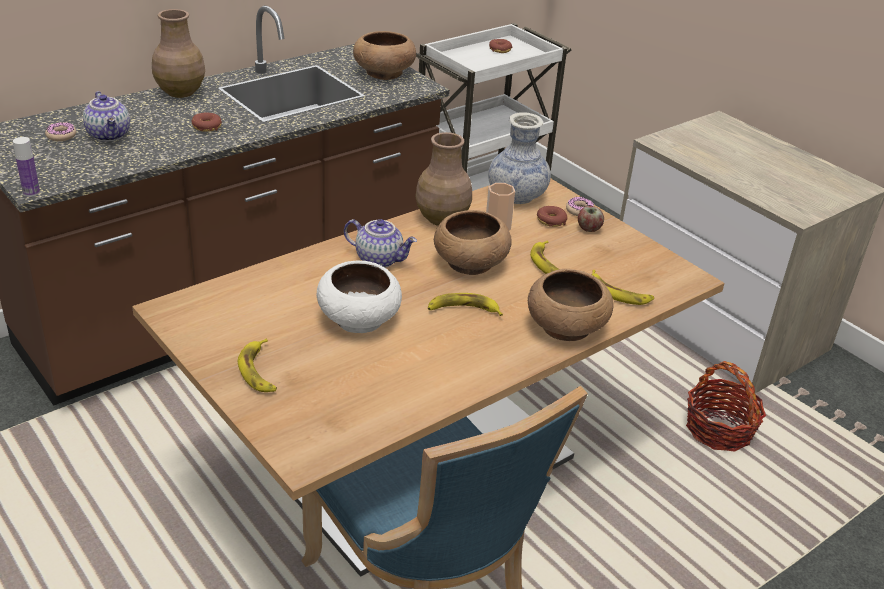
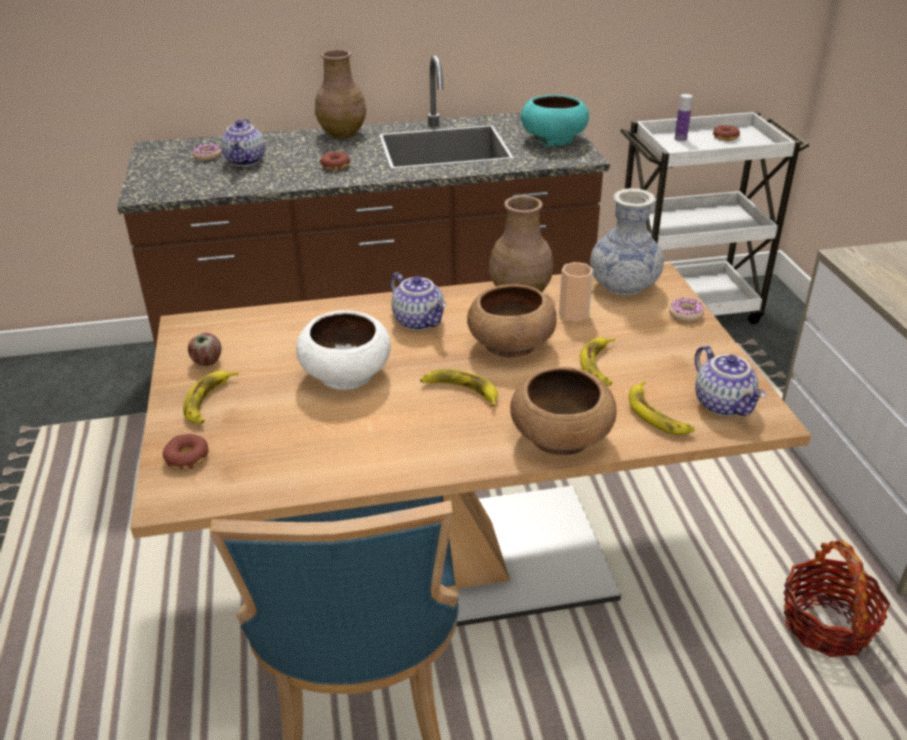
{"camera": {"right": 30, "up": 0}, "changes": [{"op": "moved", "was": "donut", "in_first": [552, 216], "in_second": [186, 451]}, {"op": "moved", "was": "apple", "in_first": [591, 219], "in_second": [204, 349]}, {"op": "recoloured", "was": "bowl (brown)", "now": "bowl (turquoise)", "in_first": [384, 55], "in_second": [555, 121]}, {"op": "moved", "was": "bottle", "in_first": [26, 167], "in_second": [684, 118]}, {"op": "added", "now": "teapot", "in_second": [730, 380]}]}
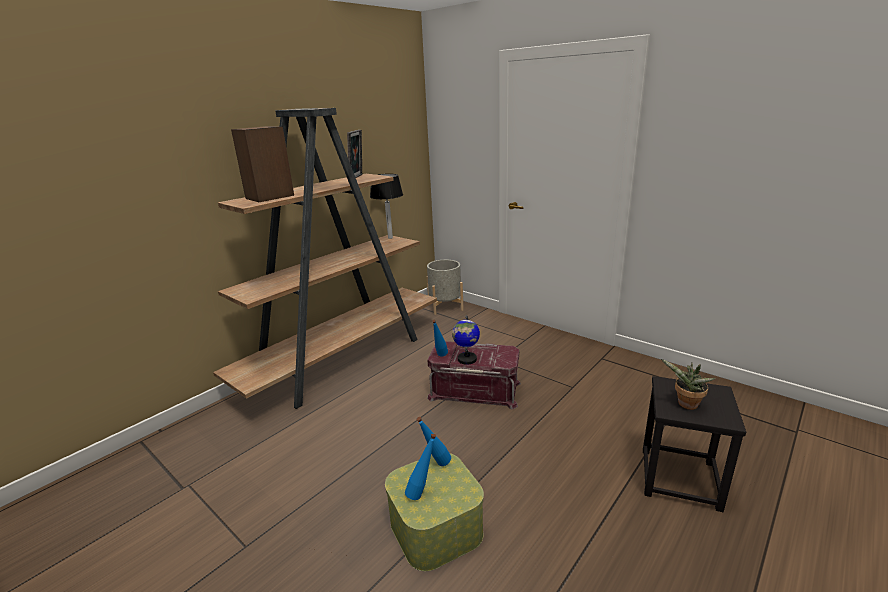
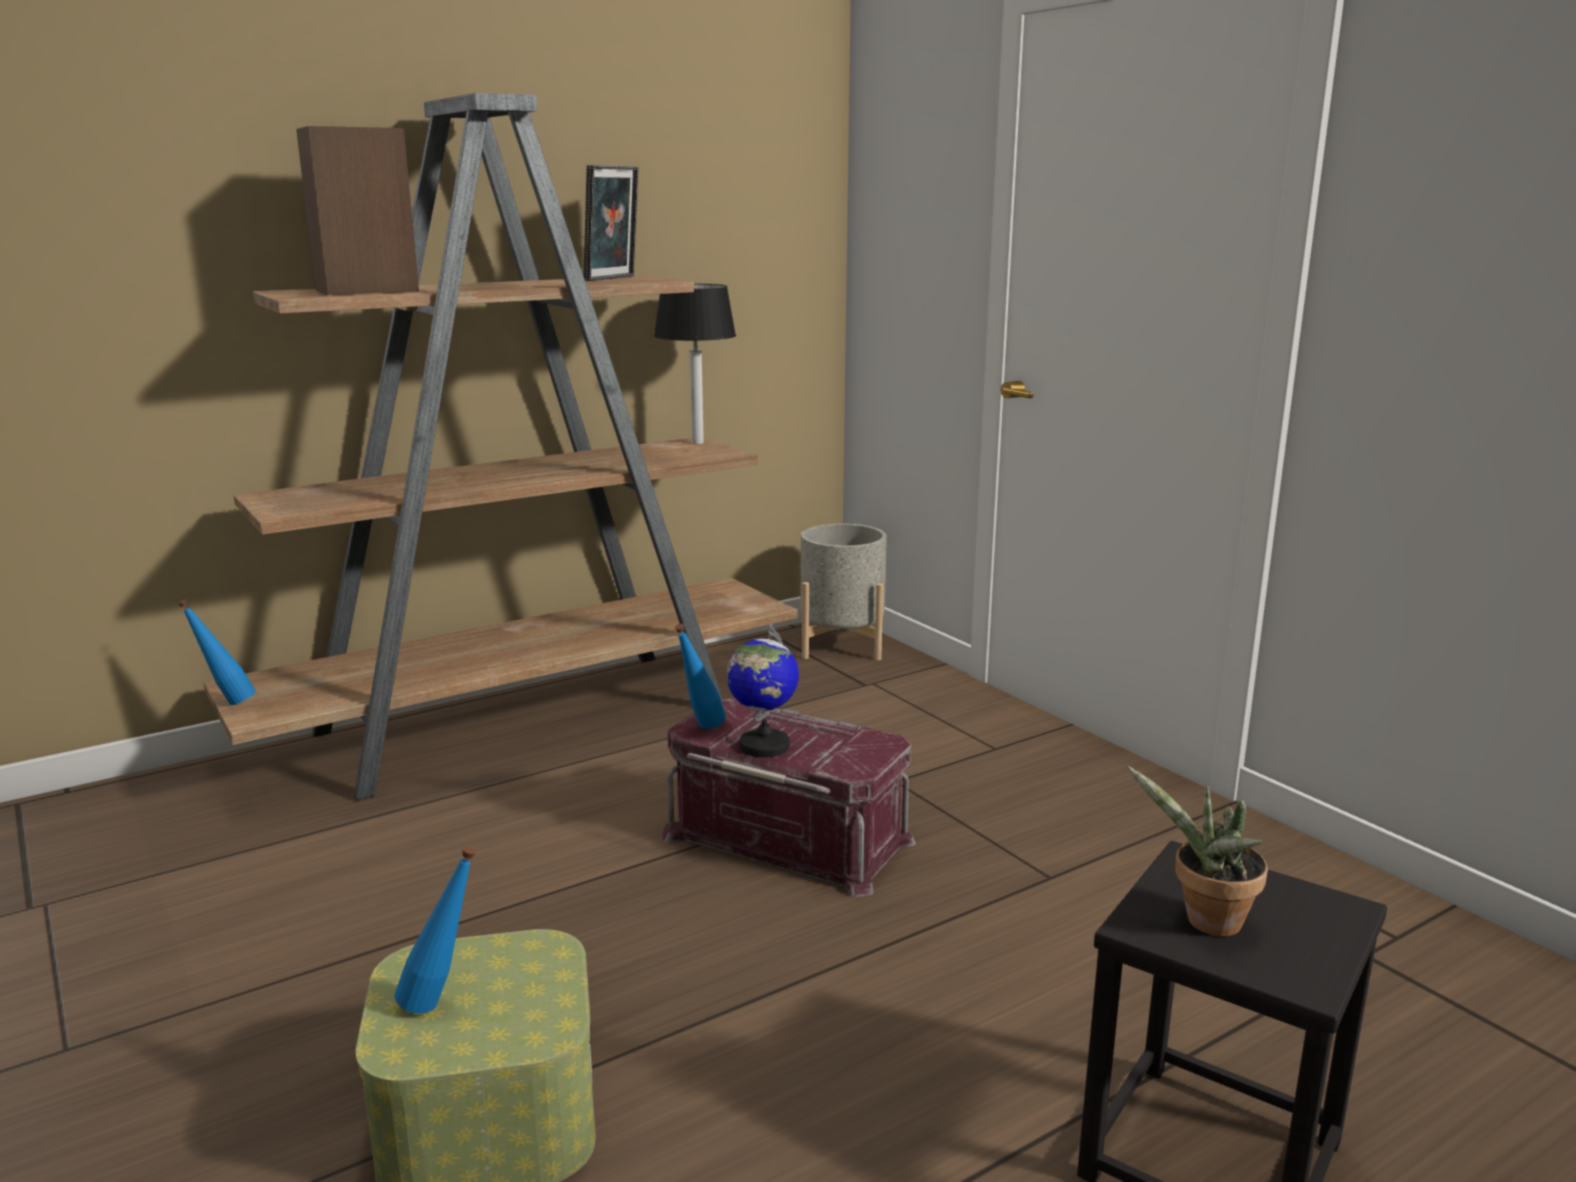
{"camera": {"right": 15, "up": -5}, "changes": [{"op": "moved", "was": "bottle (blue)", "in_first": [433, 441], "in_second": [217, 652]}]}
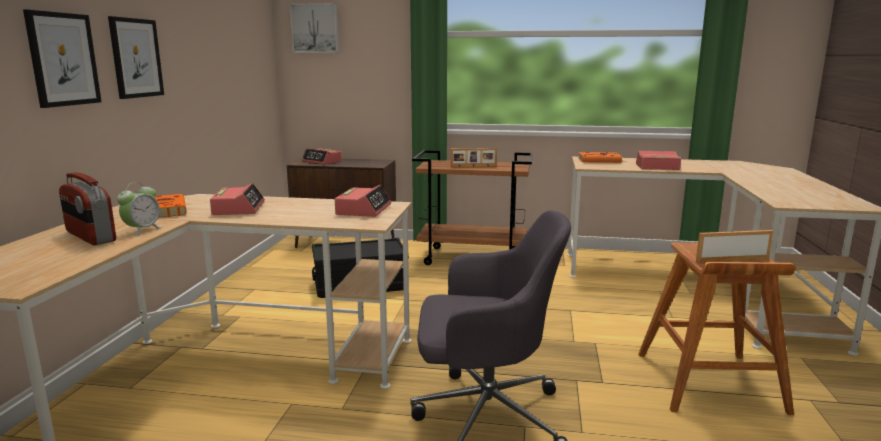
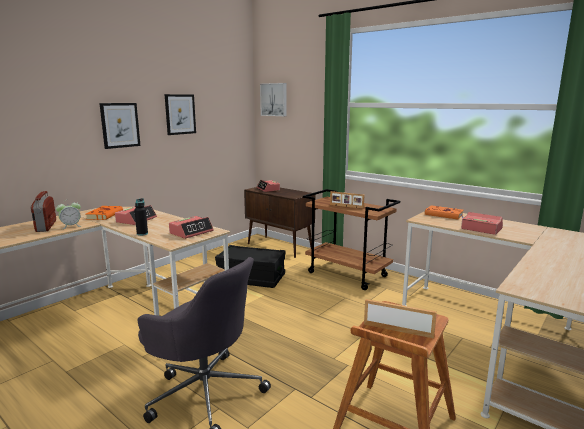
{"camera": {"right": 30, "up": 0}, "changes": [{"op": "added", "now": "bottle (black)", "in_second": [141, 217]}, {"op": "moved", "was": "picture", "in_first": [62, 59], "in_second": [180, 114]}]}
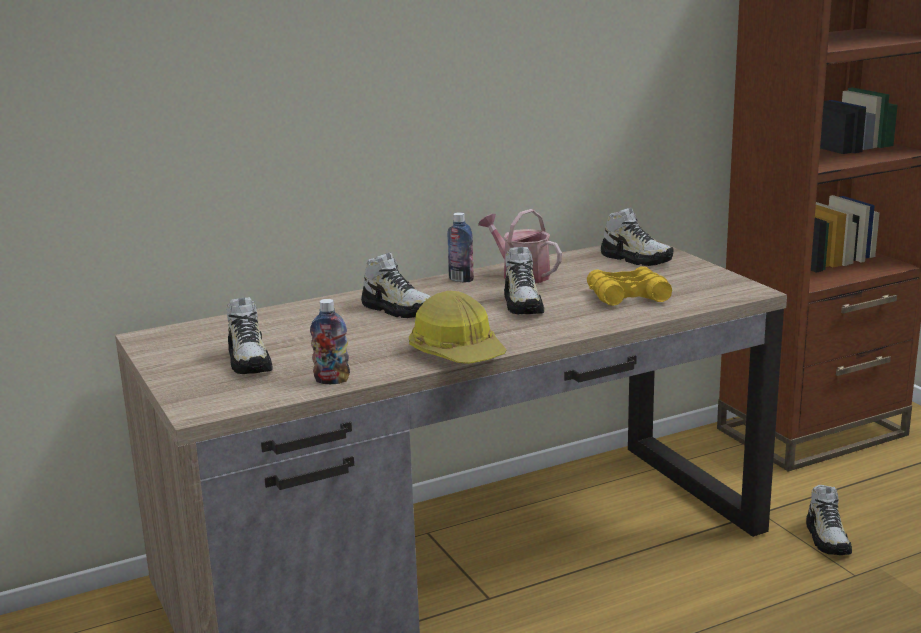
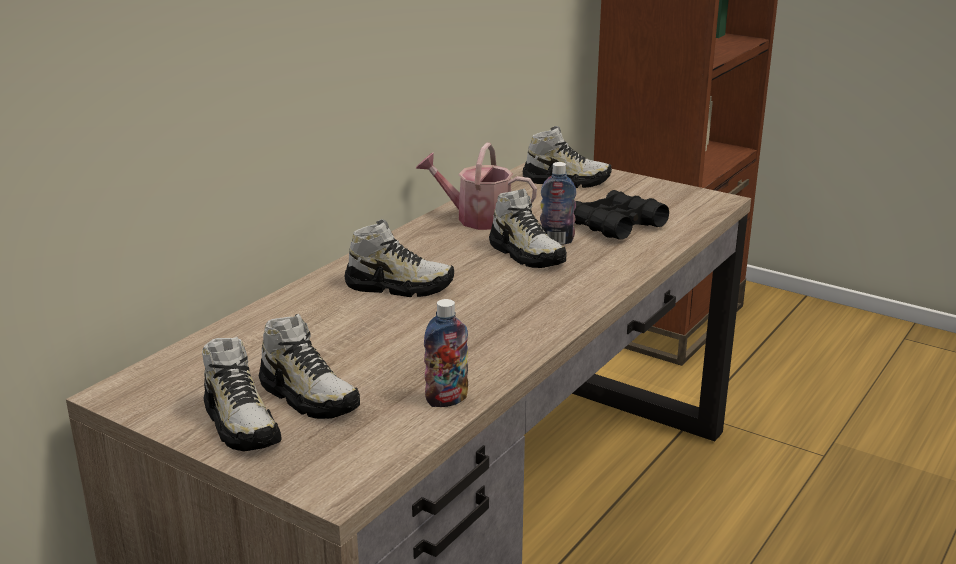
{"camera": {"right": -30, "up": 5}, "changes": [{"op": "moved", "was": "shoe", "in_first": [829, 520], "in_second": [242, 394]}, {"op": "moved", "was": "bottle", "in_first": [460, 247], "in_second": [558, 203]}, {"op": "recoloured", "was": "binoculars (yellow)", "now": "binoculars (black)", "in_first": [629, 286], "in_second": [621, 215]}, {"op": "removed", "was": "hard hat", "in_first": [457, 327]}]}
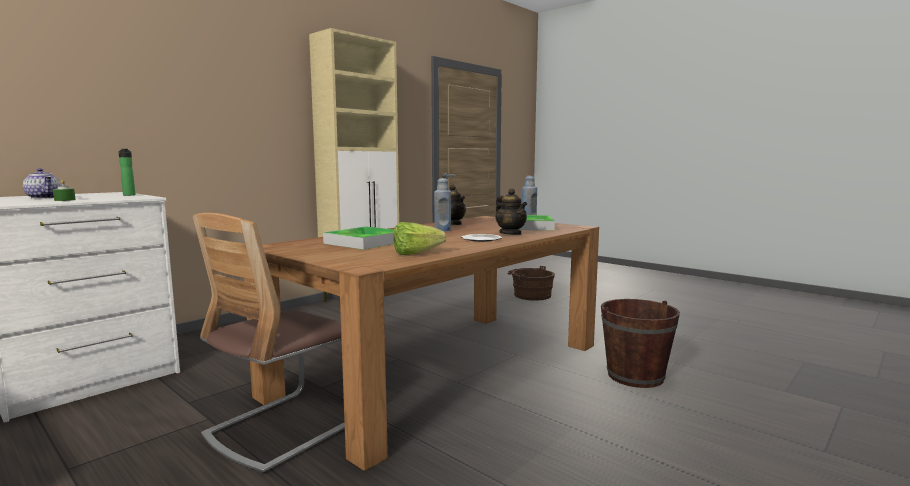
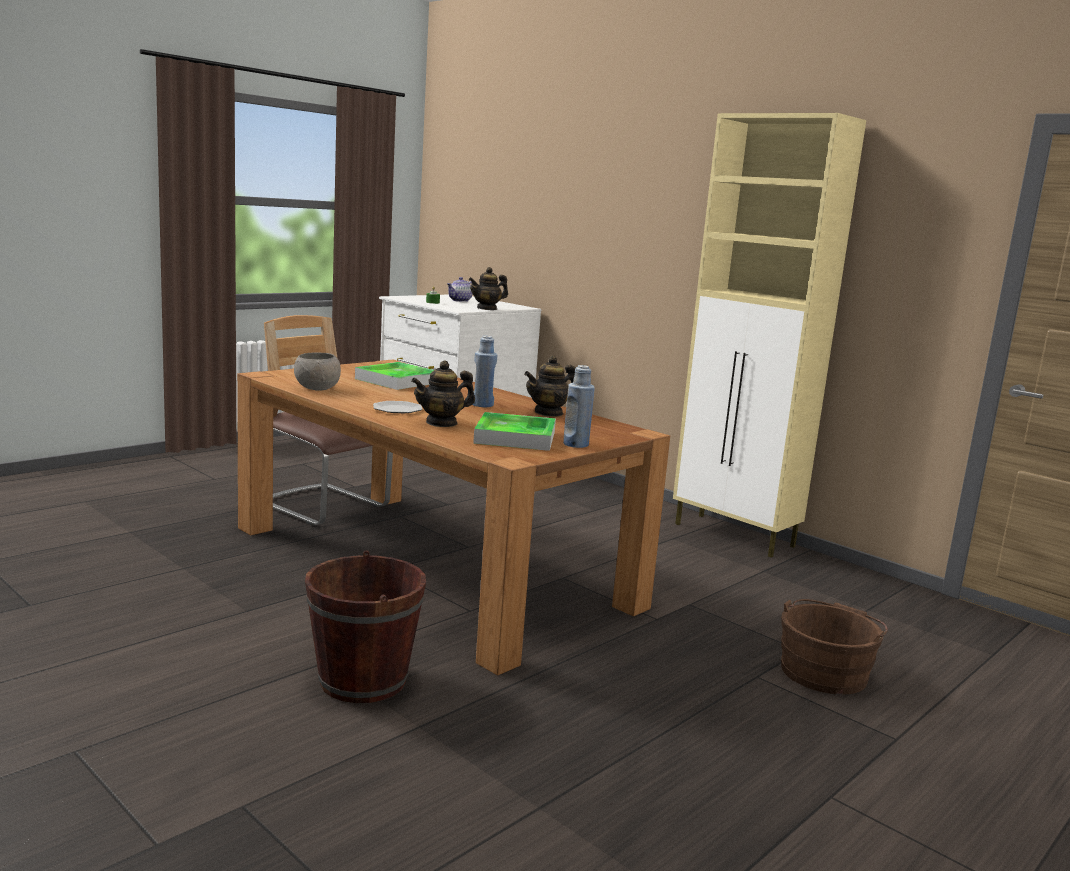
{"camera": {"right": 90, "up": 5}, "changes": [{"op": "replaced", "was": "lettuce", "now": "bowl (grey)", "in_first": [420, 238], "in_second": [317, 371]}, {"op": "replaced", "was": "bottle", "now": "teapot", "in_first": [127, 172], "in_second": [488, 288]}]}
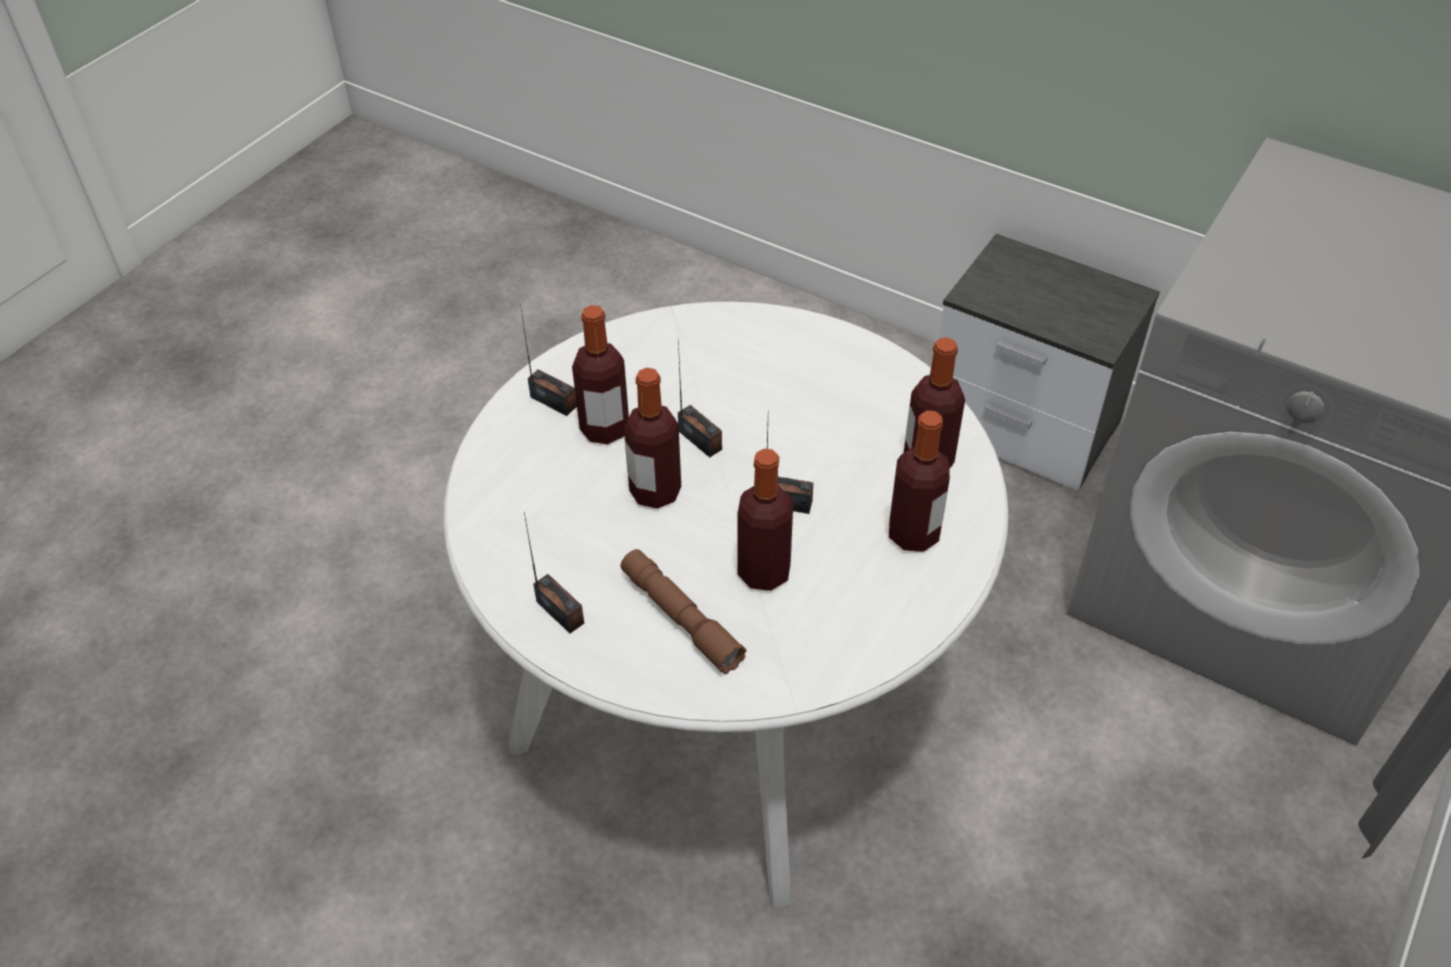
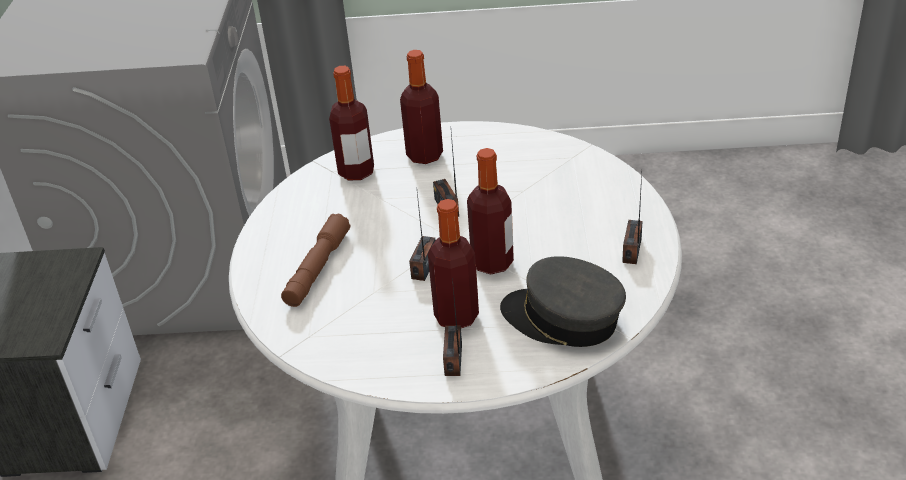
{"camera": {"right": -120, "up": -10}, "changes": [{"op": "moved", "was": "flashlight (brown)", "in_first": [683, 611], "in_second": [315, 260]}, {"op": "added", "now": "cap (grey)", "in_second": [563, 301]}, {"op": "removed", "was": "bottle", "in_first": [765, 520]}]}
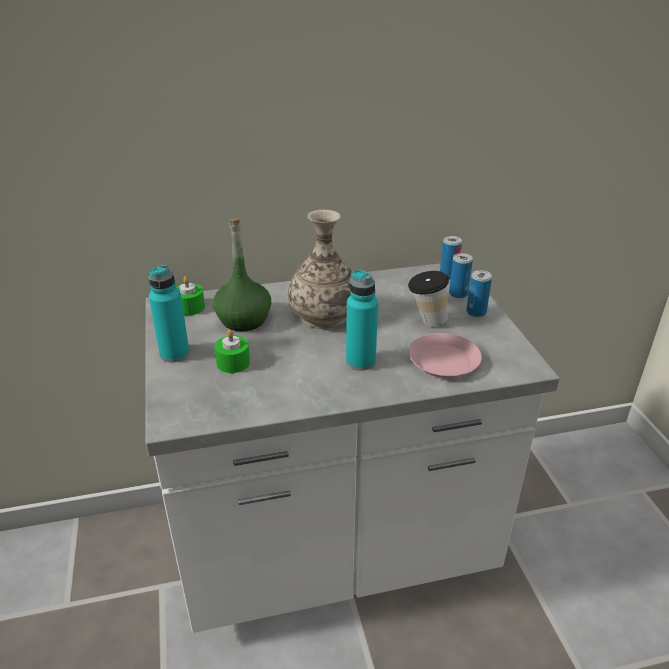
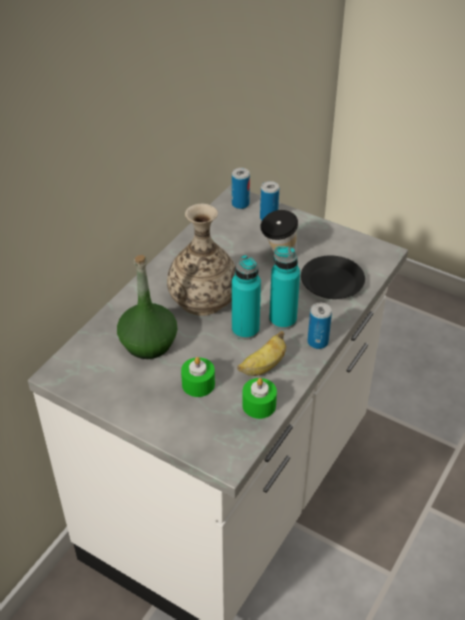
{"camera": {"right": -45, "up": 10}, "changes": [{"op": "moved", "was": "bottle (turquoise)", "in_first": [169, 313], "in_second": [246, 297]}, {"op": "added", "now": "banana", "in_second": [261, 353]}, {"op": "moved", "was": "candle (green)", "in_first": [191, 295], "in_second": [259, 398]}, {"op": "recoloured", "was": "plate (pink)", "now": "plate (black)", "in_first": [445, 355], "in_second": [333, 277]}, {"op": "moved", "was": "can", "in_first": [479, 293], "in_second": [320, 326]}]}
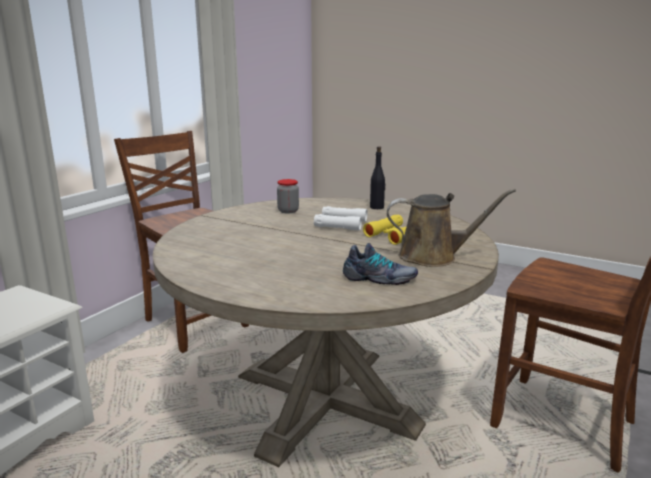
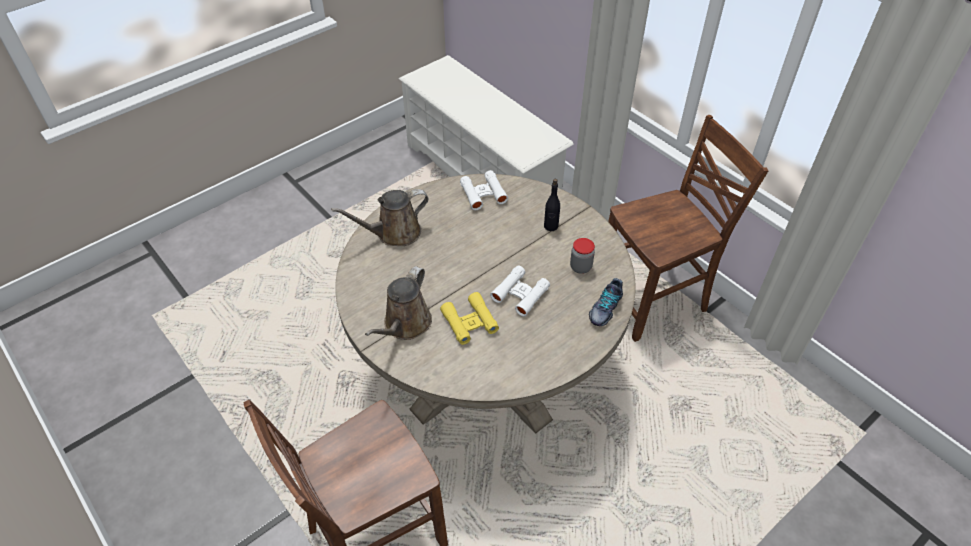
{"camera": {"right": 110, "up": 30}, "changes": [{"op": "added", "now": "watering can (brown)", "in_second": [379, 217]}, {"op": "added", "now": "binoculars (white)", "in_second": [484, 190]}, {"op": "moved", "was": "bottle (black)", "in_first": [377, 177], "in_second": [552, 205]}, {"op": "moved", "was": "shoe", "in_first": [380, 264], "in_second": [606, 302]}]}
